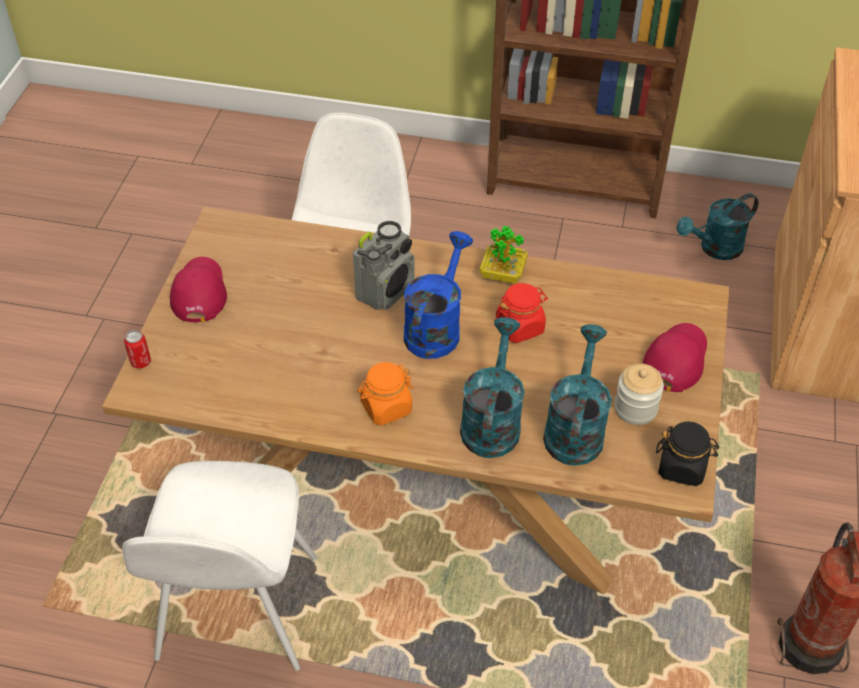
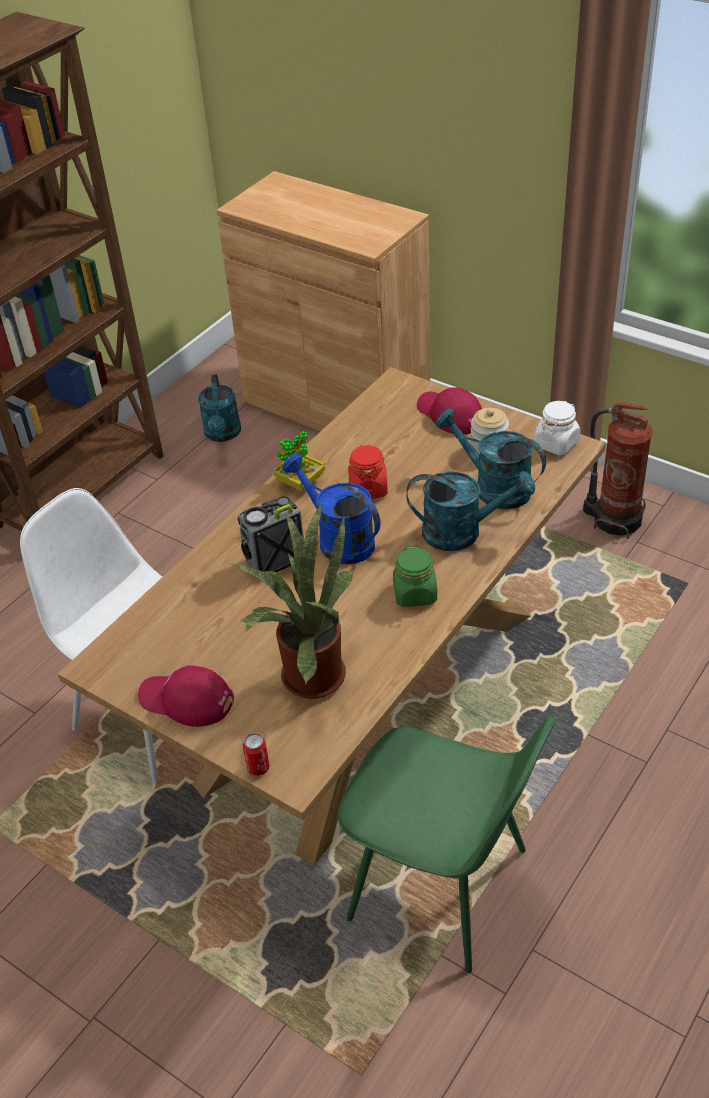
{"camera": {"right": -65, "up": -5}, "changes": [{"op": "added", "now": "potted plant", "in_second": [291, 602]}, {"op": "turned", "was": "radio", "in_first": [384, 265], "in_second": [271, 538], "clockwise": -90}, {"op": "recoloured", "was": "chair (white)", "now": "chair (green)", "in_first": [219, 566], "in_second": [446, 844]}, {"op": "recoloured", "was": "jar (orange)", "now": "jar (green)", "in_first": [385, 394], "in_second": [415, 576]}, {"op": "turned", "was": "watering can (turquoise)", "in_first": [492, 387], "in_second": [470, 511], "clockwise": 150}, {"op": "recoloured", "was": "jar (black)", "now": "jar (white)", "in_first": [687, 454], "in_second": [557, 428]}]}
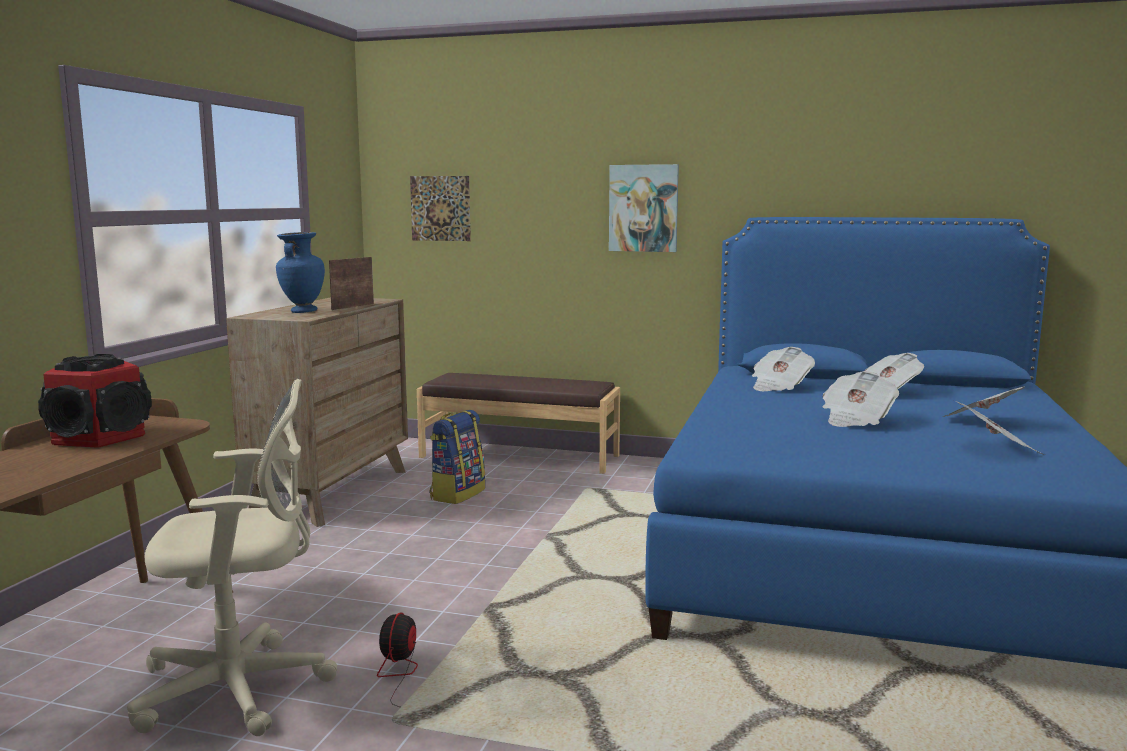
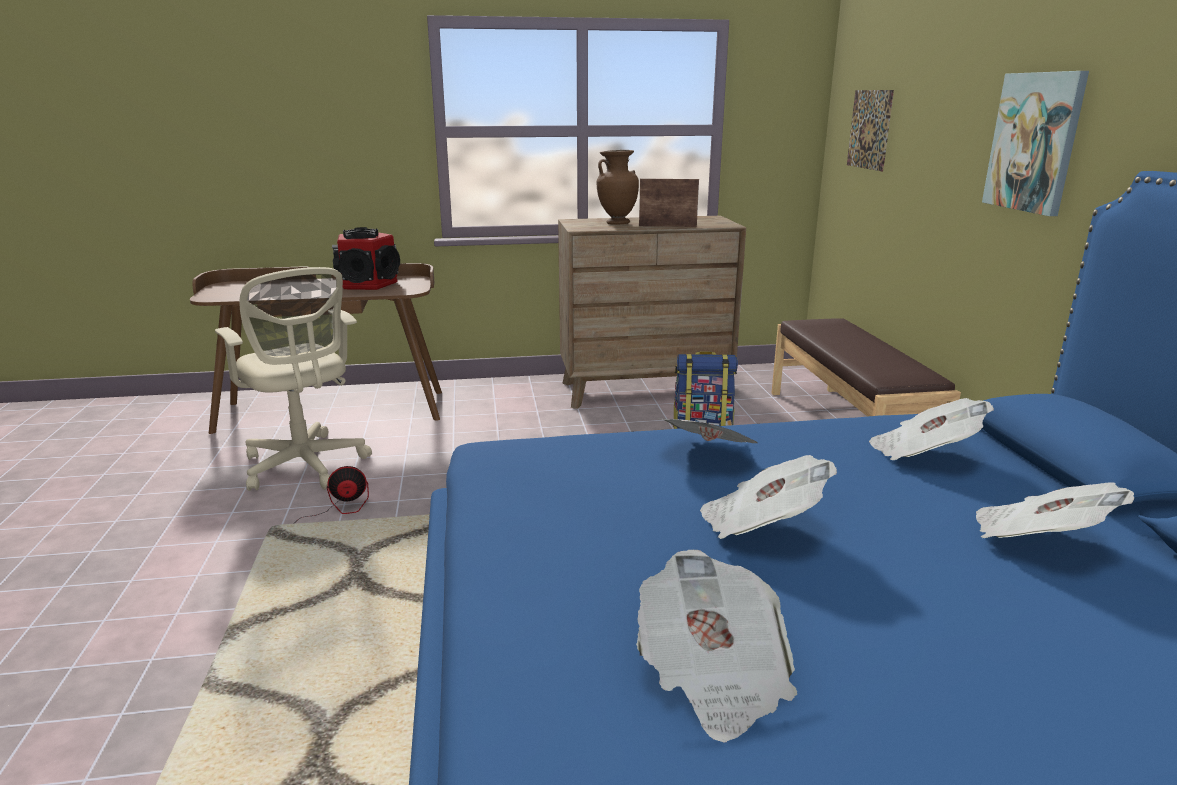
{"camera": {"right": 65, "up": 10}, "changes": [{"op": "recoloured", "was": "vase (blue)", "now": "vase (brown)", "in_first": [300, 272], "in_second": [618, 187]}, {"op": "moved", "was": "newspaper", "in_first": [983, 401], "in_second": [708, 431]}]}
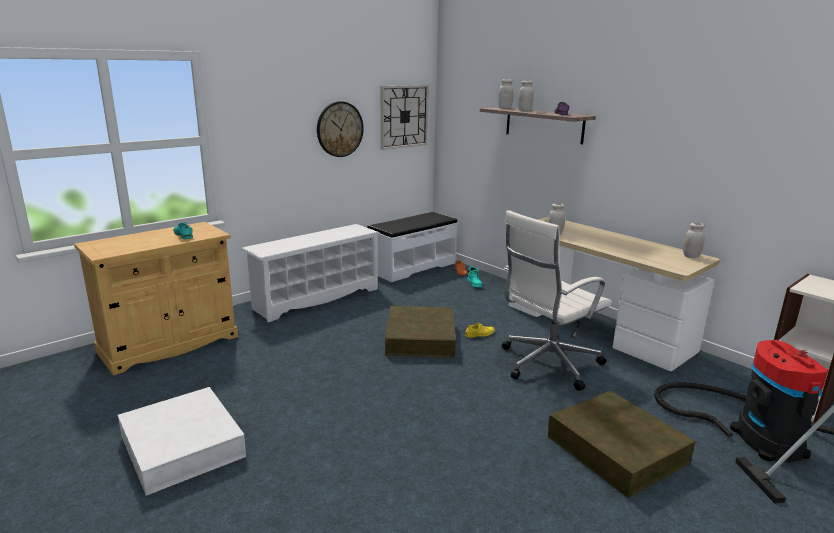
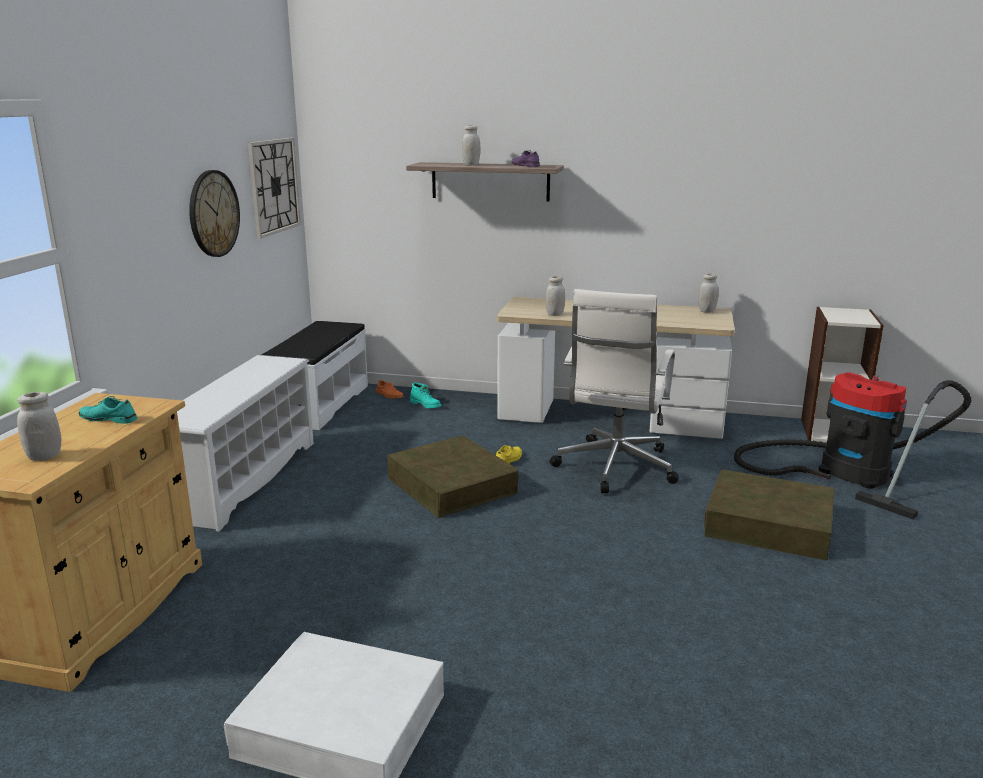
{"camera": {"right": -35, "up": 0}, "changes": [{"op": "moved", "was": "jar (white)", "in_first": [506, 94], "in_second": [39, 426]}]}
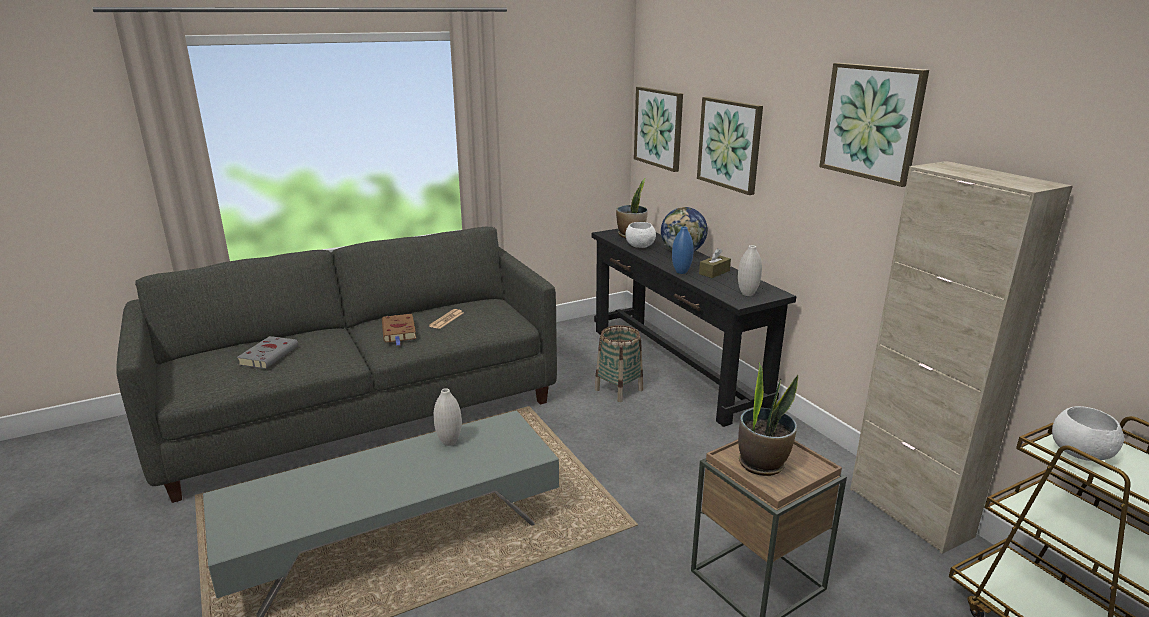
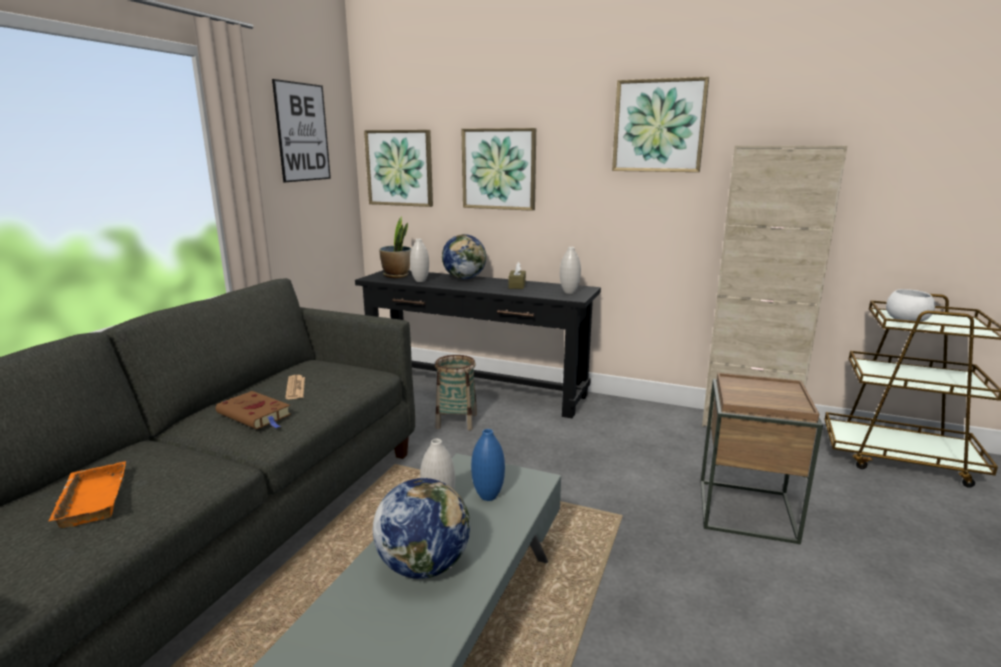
{"camera": {"right": -40, "up": -5}, "changes": [{"op": "replaced", "was": "book (grey)", "now": "tray (orange)", "in_first": [267, 352], "in_second": [87, 494]}, {"op": "added", "now": "picture", "in_second": [301, 130]}, {"op": "added", "now": "globe", "in_second": [421, 528]}, {"op": "replaced", "was": "bowl (white)", "now": "vase (white)", "in_first": [640, 235], "in_second": [419, 260]}, {"op": "moved", "was": "vase (blue)", "in_first": [683, 250], "in_second": [488, 465]}, {"op": "removed", "was": "potted plant", "in_first": [768, 419]}]}
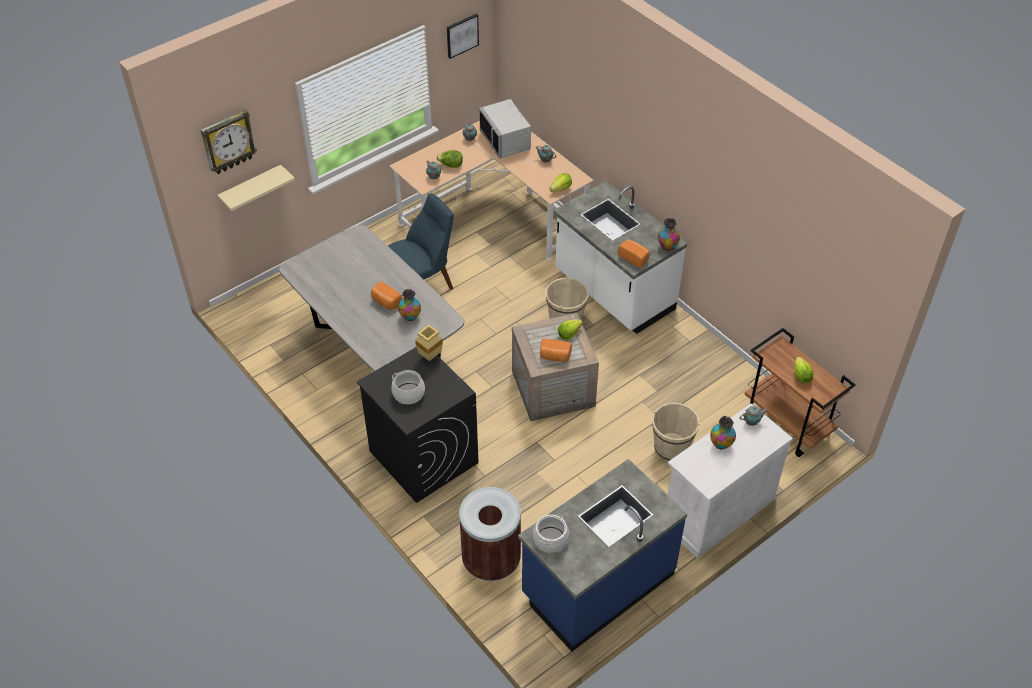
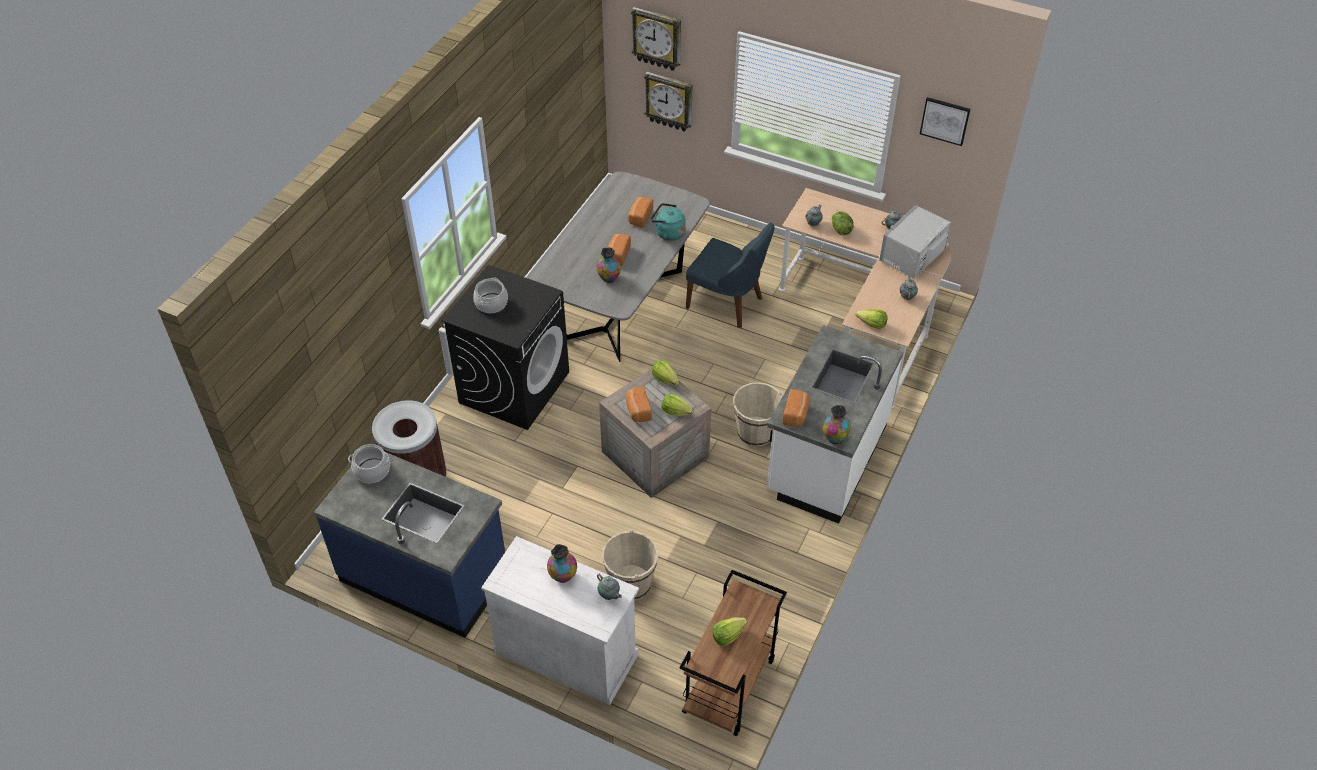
{"camera": {"right": 65, "up": 0}, "changes": [{"op": "added", "now": "bread", "in_second": [640, 212]}, {"op": "replaced", "was": "shelf (beige)", "now": "wall clock", "in_first": [256, 188], "in_second": [668, 102]}, {"op": "added", "now": "kettle (turquoise)", "in_second": [668, 222]}, {"op": "added", "now": "lettuce", "in_second": [665, 372]}, {"op": "removed", "was": "vase (beige)", "in_first": [429, 343]}]}
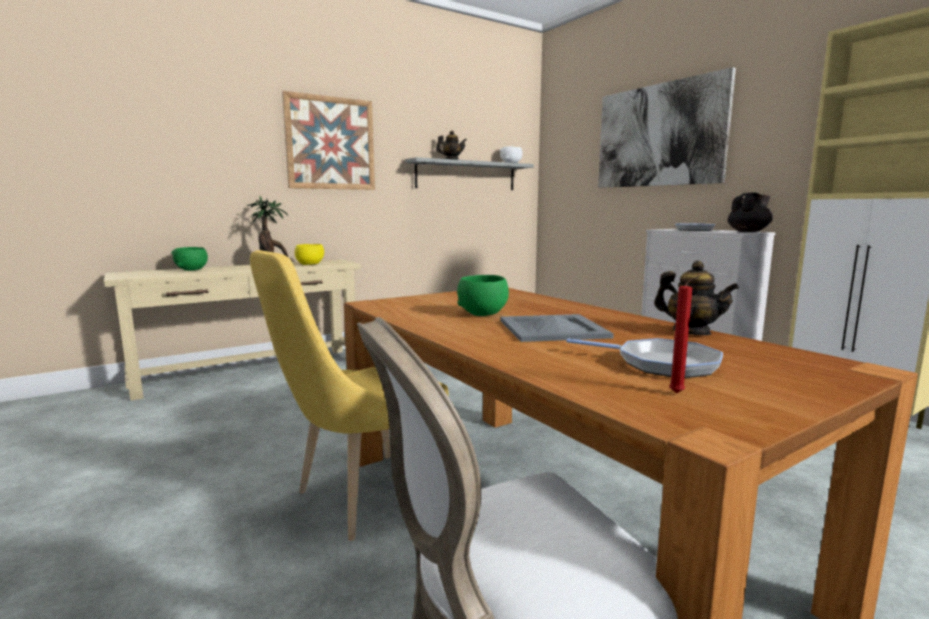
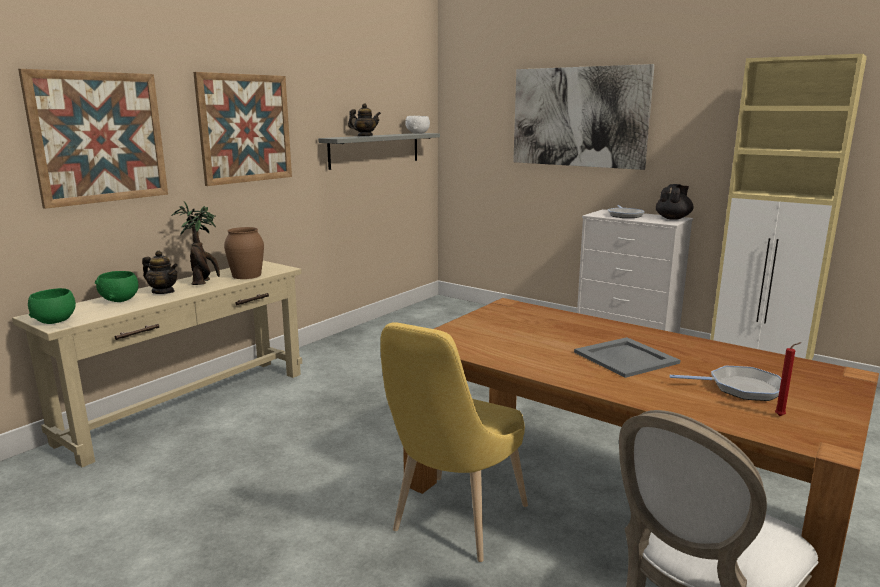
{"camera": {"right": -20, "up": 5}, "changes": [{"op": "added", "now": "picture", "in_second": [93, 139]}, {"op": "moved", "was": "bowl (green)", "in_first": [483, 295], "in_second": [52, 306]}, {"op": "moved", "was": "teapot", "in_first": [696, 298], "in_second": [160, 272]}, {"op": "replaced", "was": "bowl (yellow)", "now": "vase (brown)", "in_first": [309, 254], "in_second": [244, 253]}]}
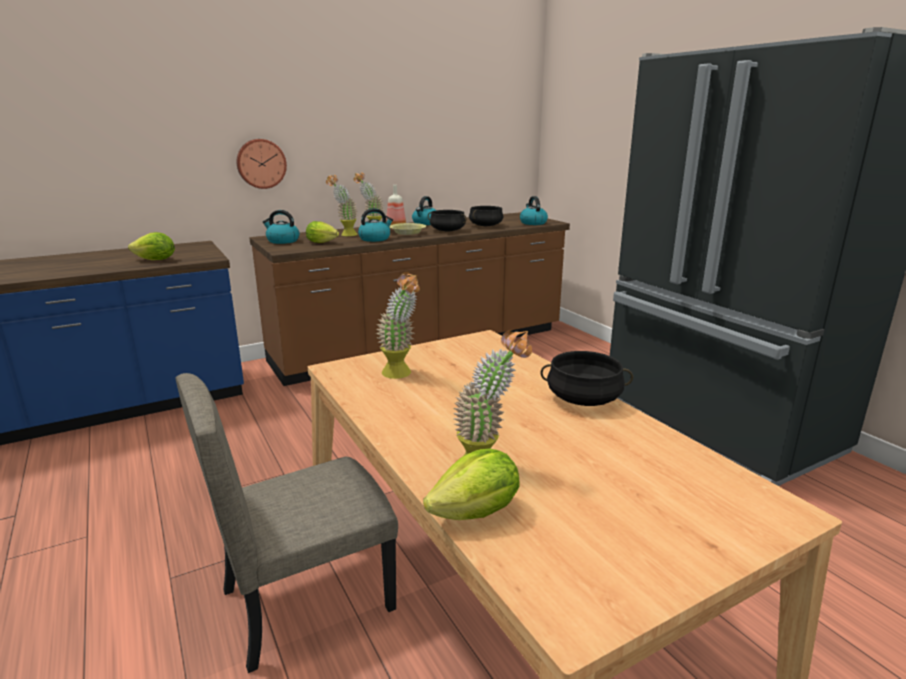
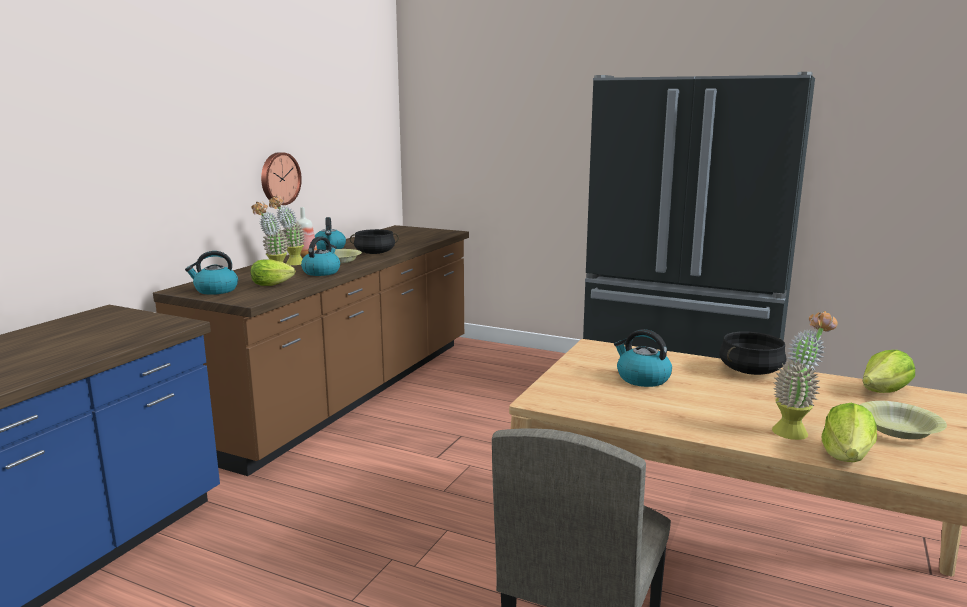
{"camera": {"right": -35, "up": -5}, "changes": [{"op": "moved", "was": "wall clock", "in_first": [261, 164], "in_second": [281, 178]}, {"op": "moved", "was": "kettle", "in_first": [534, 210], "in_second": [643, 358]}, {"op": "added", "now": "bowl (yellow)", "in_second": [903, 420]}, {"op": "moved", "was": "lettuce", "in_first": [151, 246], "in_second": [889, 371]}, {"op": "removed", "was": "potted plant", "in_first": [398, 325]}, {"op": "removed", "was": "cooking pot (black)", "in_first": [486, 216]}]}
